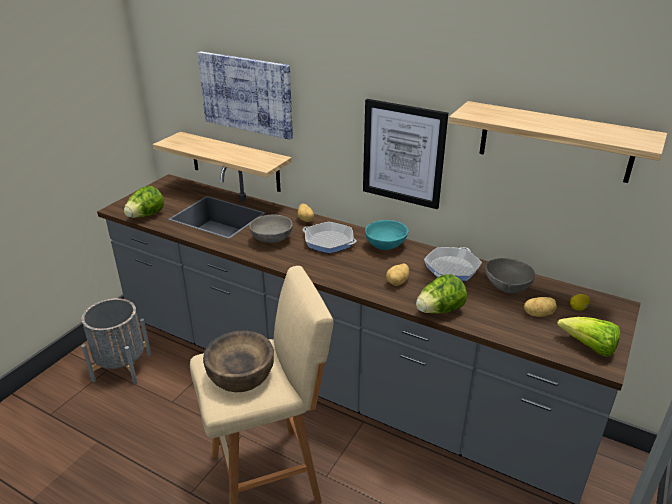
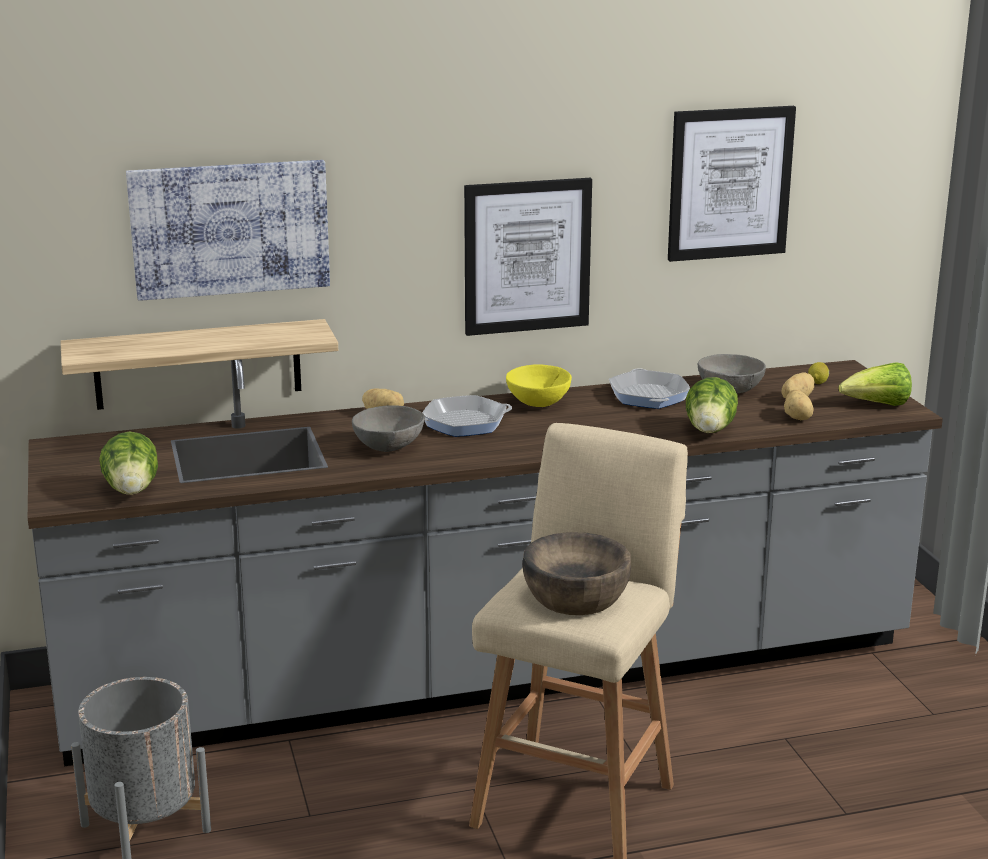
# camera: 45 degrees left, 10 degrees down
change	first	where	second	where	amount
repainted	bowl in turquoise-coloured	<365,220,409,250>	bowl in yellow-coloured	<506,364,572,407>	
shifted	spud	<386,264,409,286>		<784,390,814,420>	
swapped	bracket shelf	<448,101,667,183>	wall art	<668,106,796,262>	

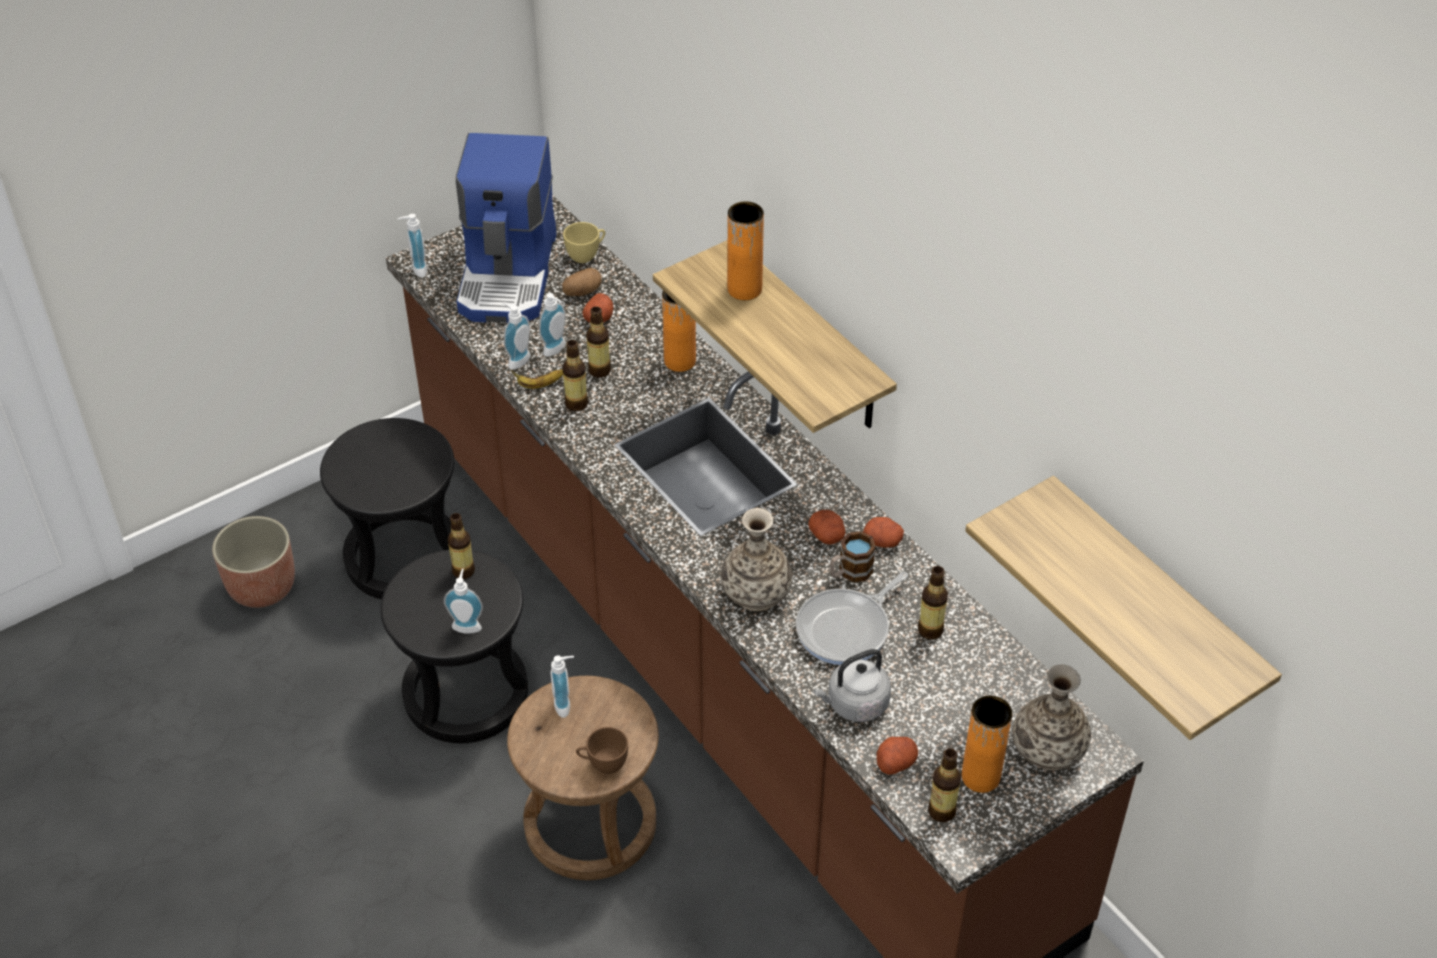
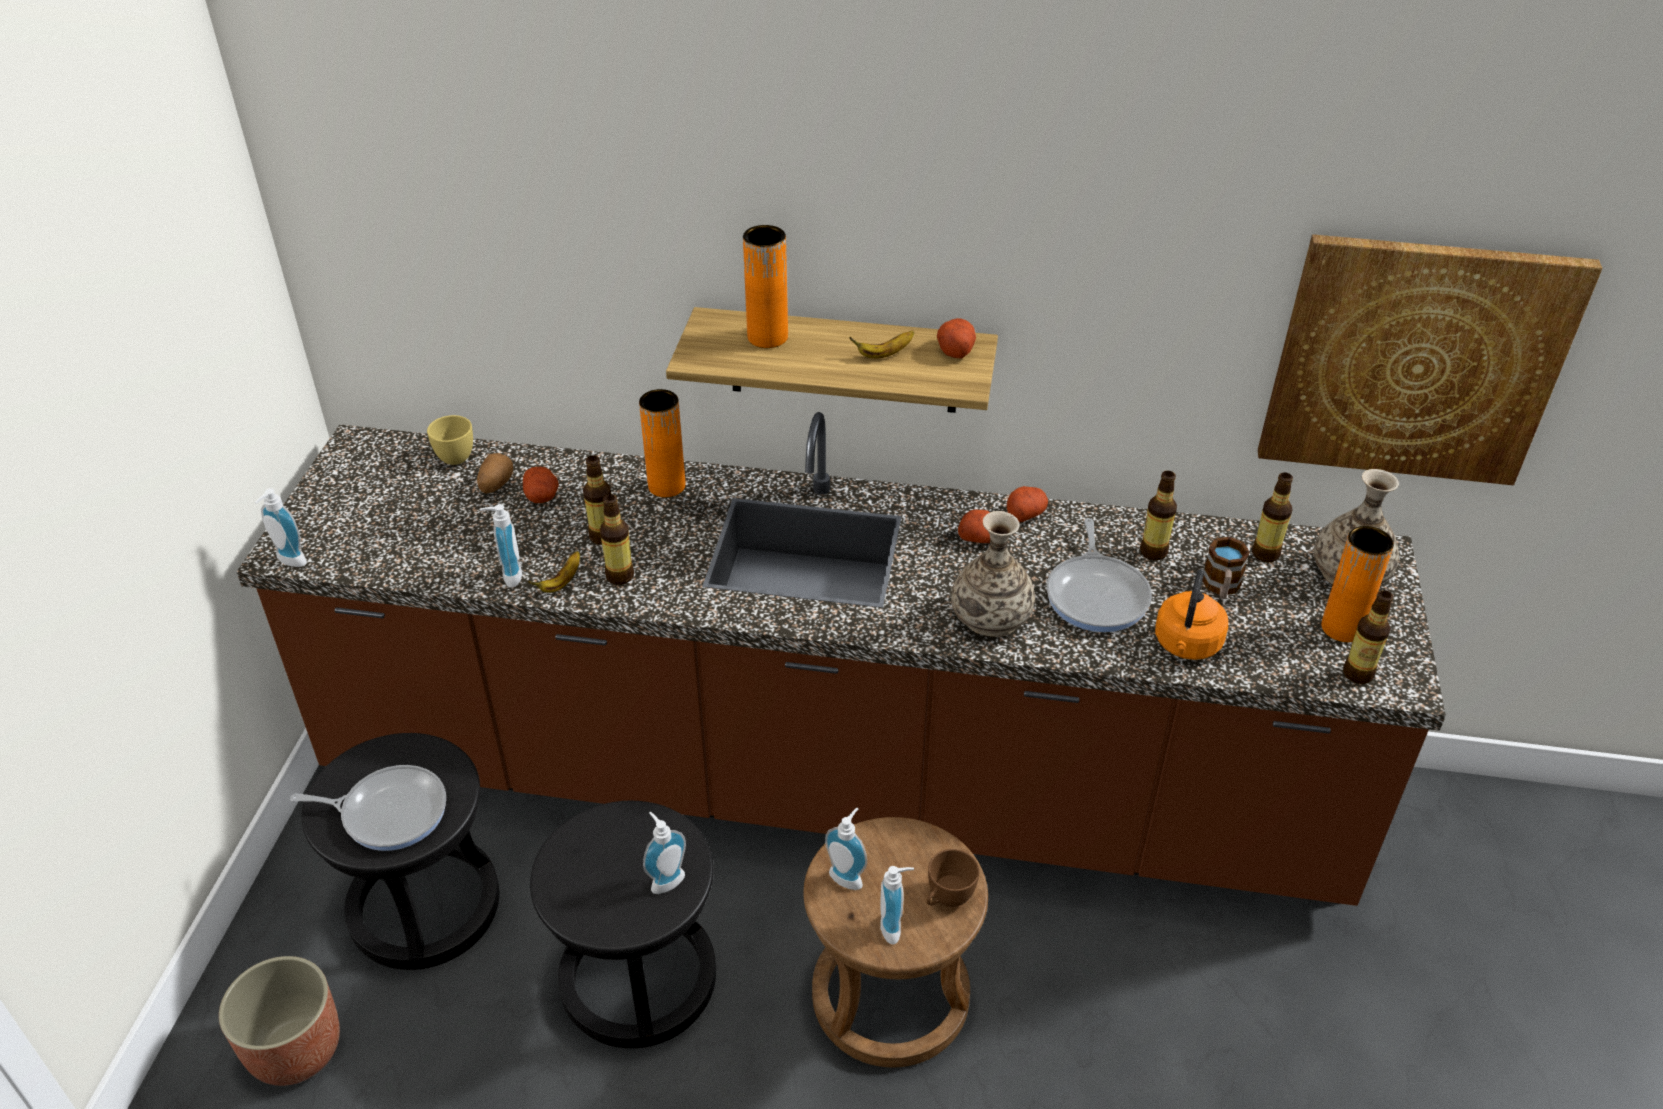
# camera: 45 degrees left, 5 degrees down
change	first	where	second	where	amount
shifted	beverage bottle	<448,513,475,579>		<1252,473,1293,562>	
gone	coffee maker	<456,133,557,323>			
shifted	liquid soap bottle	<539,293,566,357>		<880,866,914,945>	
repainted	kettle in greyish	<813,649,891,722>	kettle in orange	<1155,569,1228,660>	
shifted	mug	<830,531,876,582>		<1202,537,1250,599>	
shifted	spud	<876,737,918,775>		<937,318,976,358>	
swapped	bracket shelf	<965,476,1282,740>	wall art	<1258,234,1603,485>	
new			frying pan	<290,765,446,851>	
new			whole banana	<849,331,914,359>	

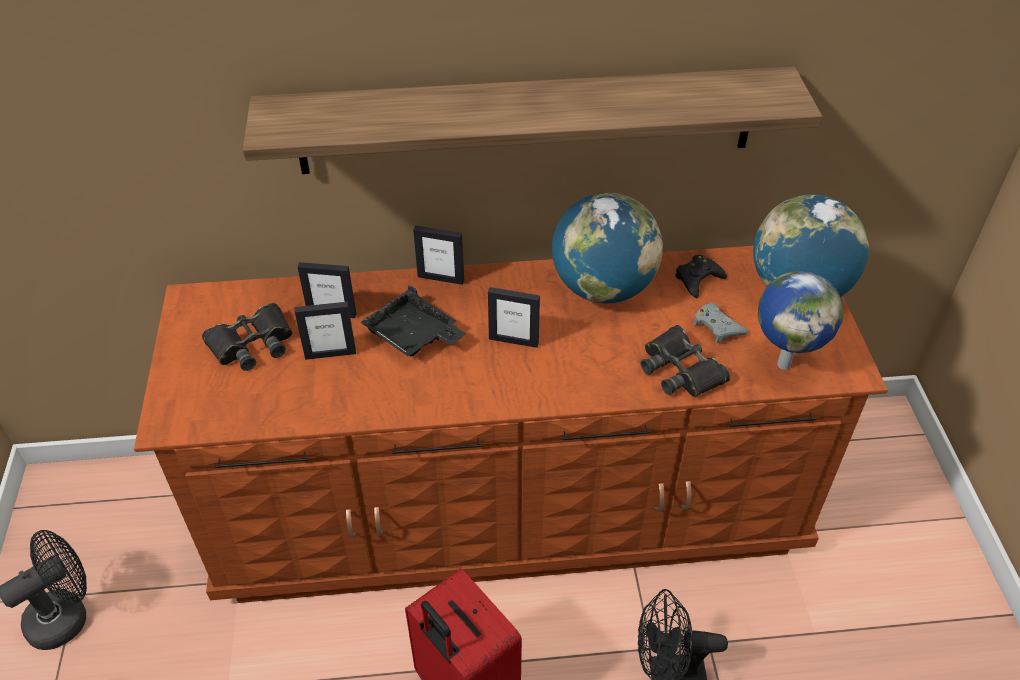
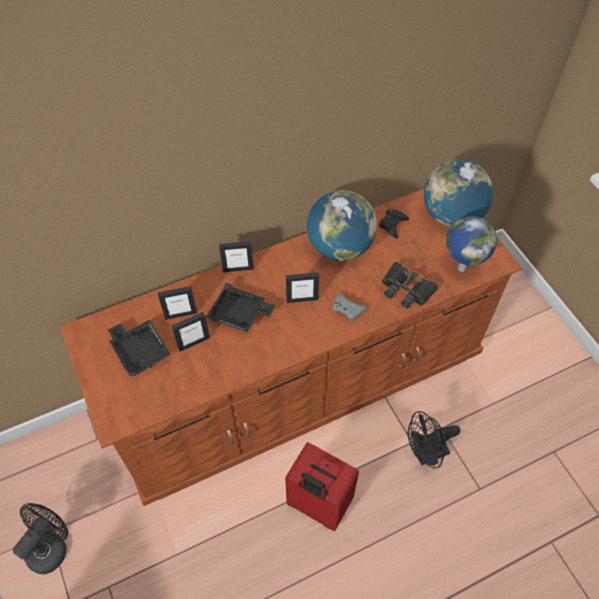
# camera: 20 degrees left, 10 degrees up
change	first	where	second	where	amount
swapped	field glasses in blackish	<202,303,292,371>	carrying tray in blackish	<108,320,171,376>	
gone	bracket shelf	<243,67,822,174>			
shifted	gamepad in greyish	<694,303,748,343>		<333,293,368,322>	

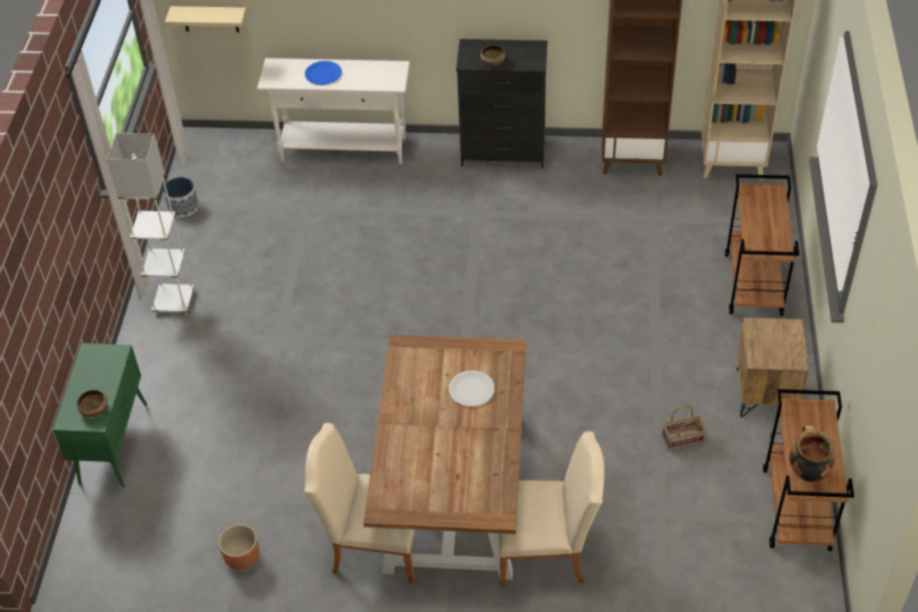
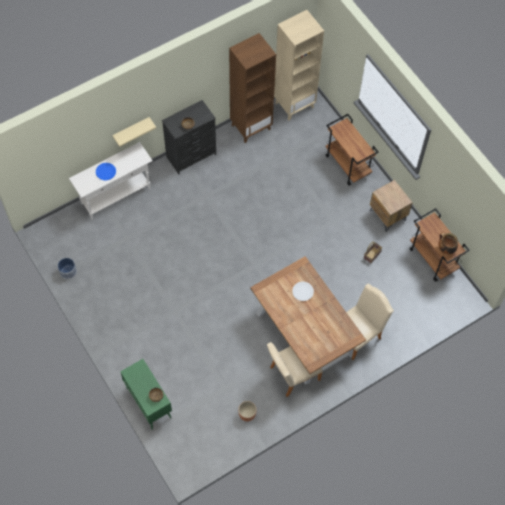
# camera: 40 degrees left, 15 degrees up
change	first	where	second	where	amount
gone	floor lamp in whitish	<107,133,194,315>			
shifted	bracket shelf in beige-coloured	<165,6,246,32>		<112,117,156,147>	

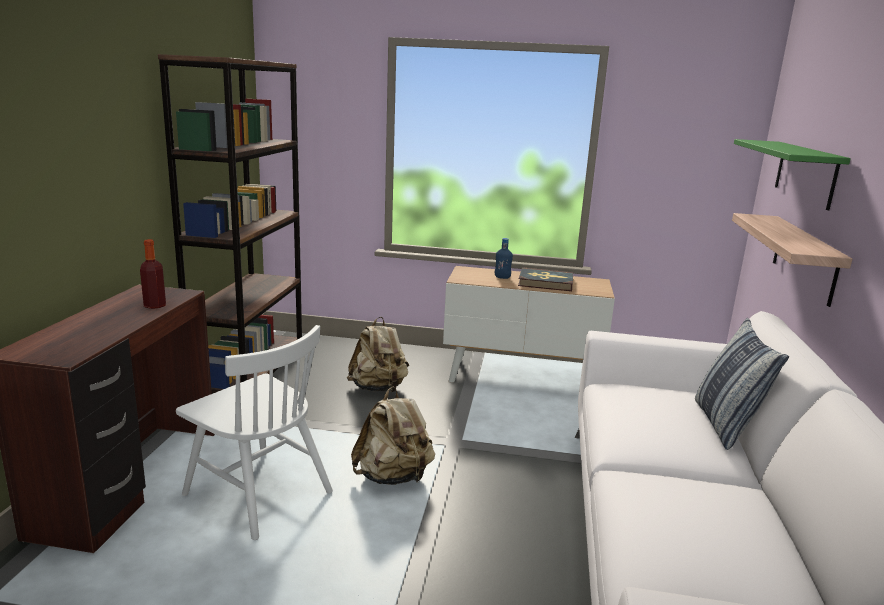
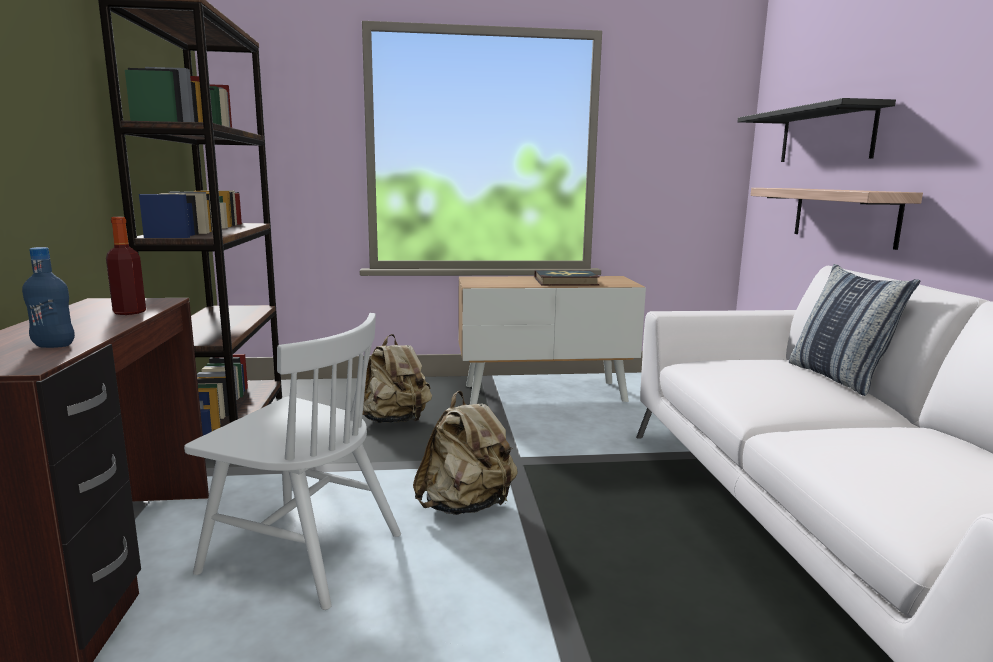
# camera: 15 degrees left, 5 degrees down
change	first	where	second	where	amount
shifted	beverage bottle in bluish	<495,238,513,279>		<22,247,75,348>	
repainted	bracket shelf in greenish	<734,139,851,210>	bracket shelf in blackish	<737,98,896,162>	

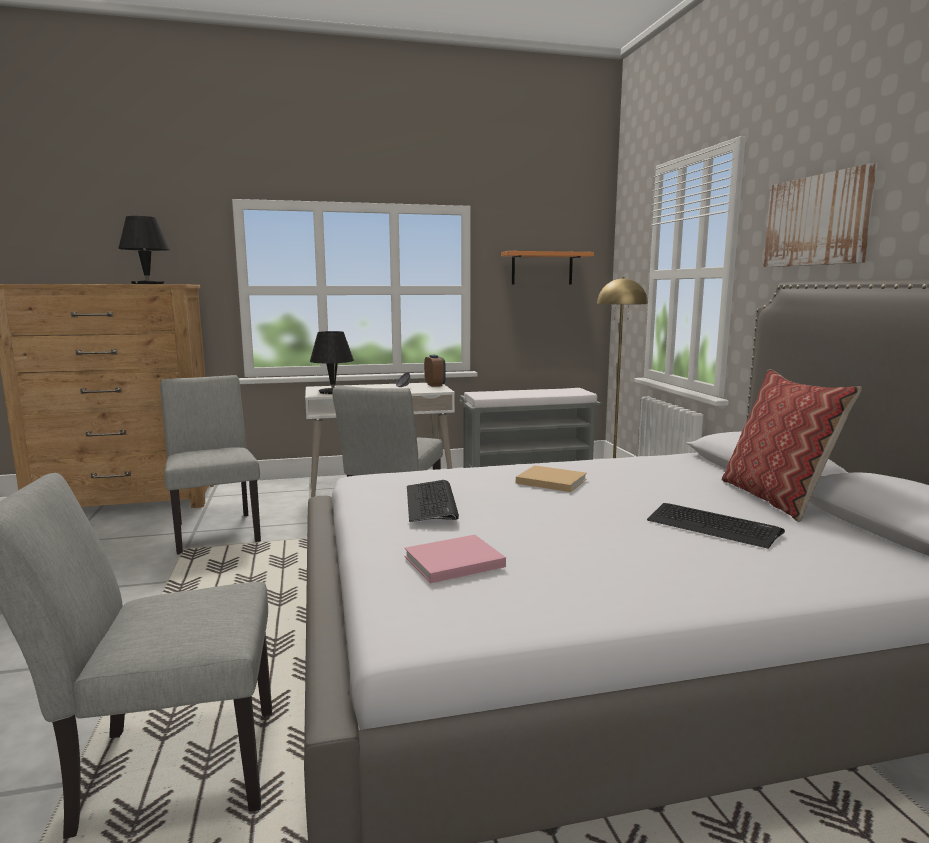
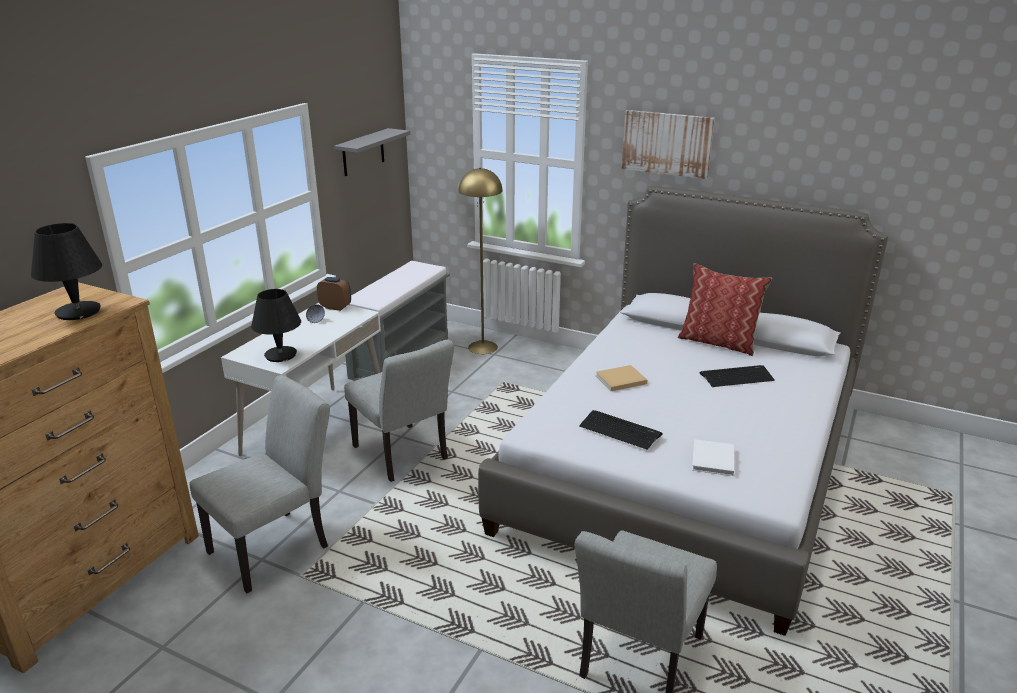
# camera: 50 degrees left, 15 degrees up
change	first	where	second	where	amount
rotated	chair in greyish	<160,375,261,555>		<190,375,330,594>	120 degrees clockwise
repainted	volume in pinkish	<404,535,506,583>	volume in whitish	<692,439,734,476>	
repainted	bracket shelf in orange	<501,251,594,285>	bracket shelf in greyish	<334,128,410,176>	

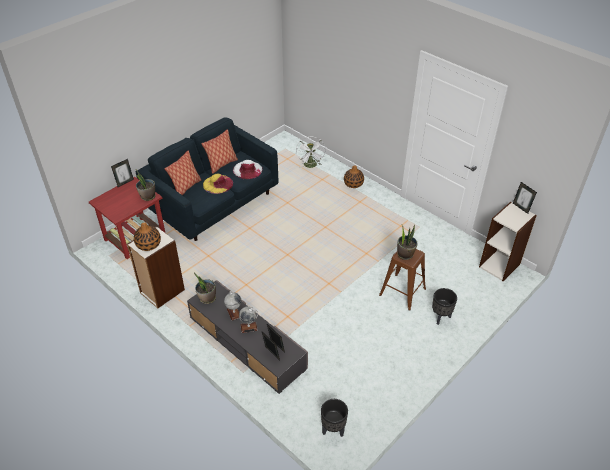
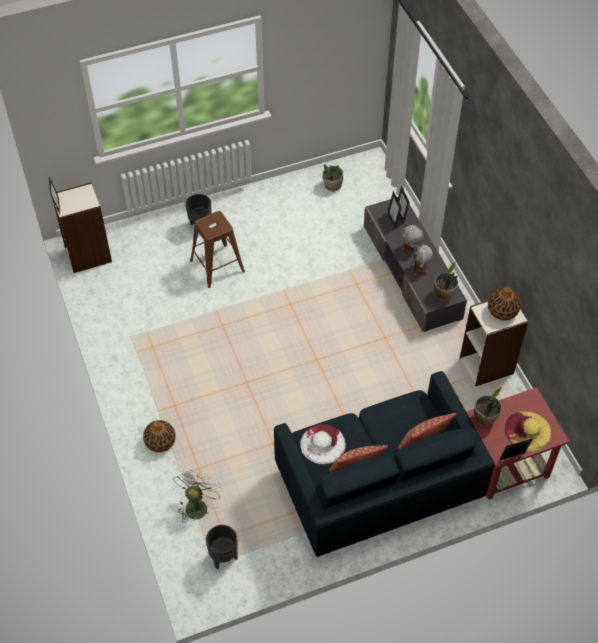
# camera: 155 degrees left, 10 degrees up
change	first	where	second	where	amount
shifted	wearable hat in yellow-coloured	<203,174,233,194>		<504,411,551,451>	
shifted	flower pot in blackish	<321,399,348,437>		<206,525,237,569>	
shifted	plant in a pot	<397,224,418,260>		<323,164,343,191>	

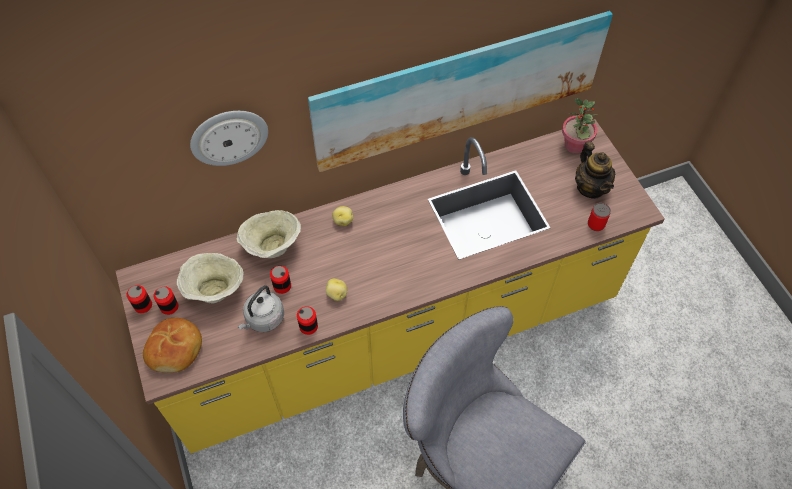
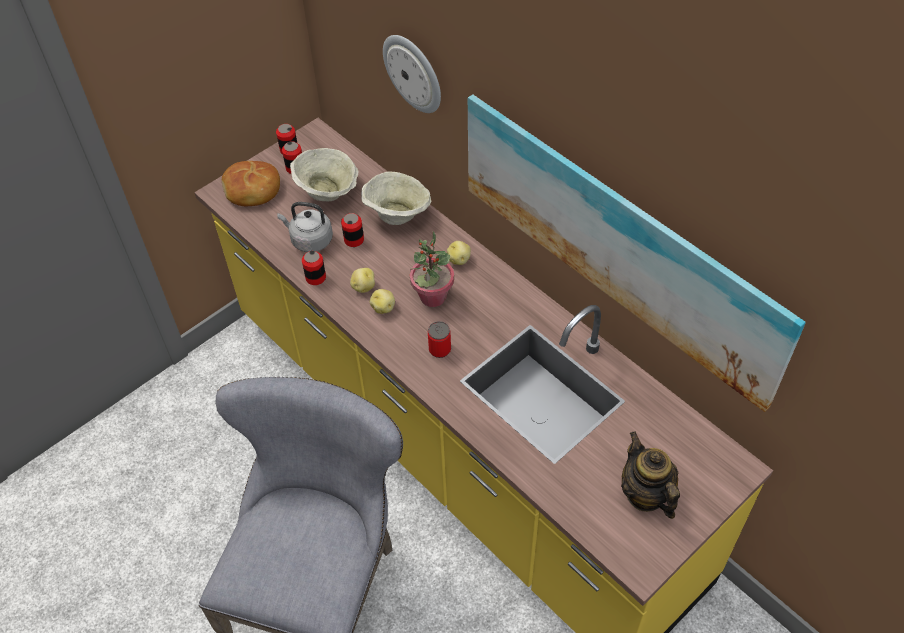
# camera: 70 degrees right, 5 degrees down
change	first	where	second	where	amount
shifted	plant in a pot	<562,98,597,154>		<410,231,454,307>	
rotated	teapot	<575,142,615,199>		<621,432,680,519>	105 degrees clockwise
shifted	sealed can	<588,203,611,231>		<428,321,451,358>	
new			spud	<370,289,395,314>	

